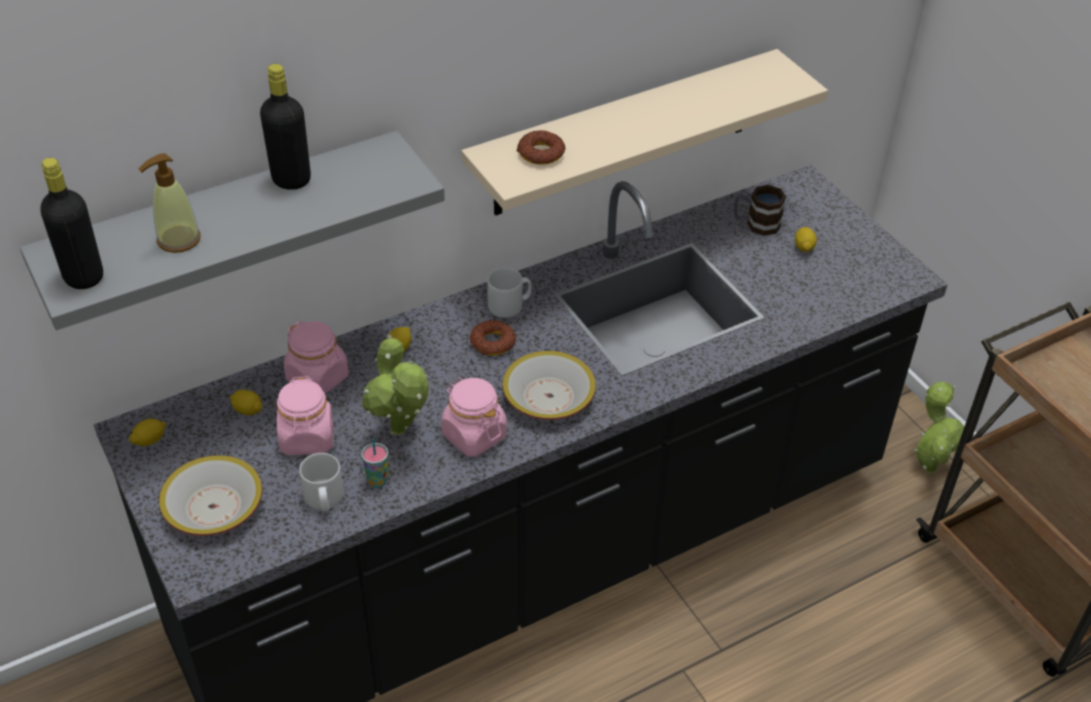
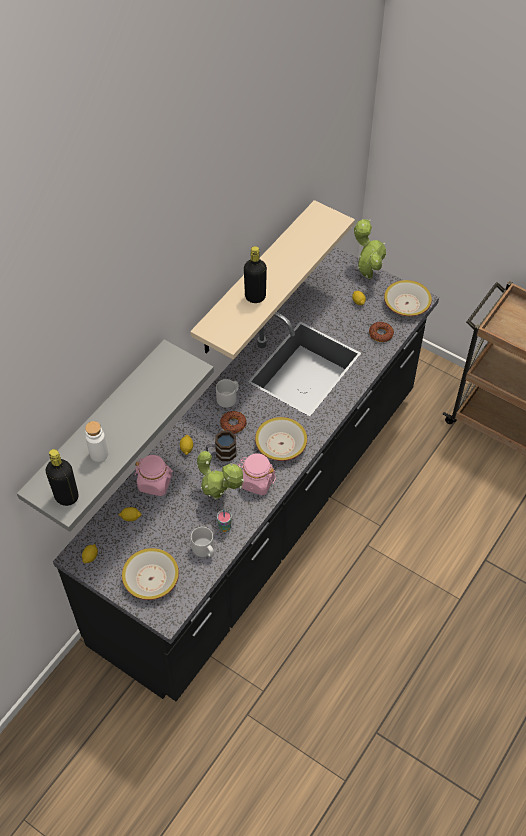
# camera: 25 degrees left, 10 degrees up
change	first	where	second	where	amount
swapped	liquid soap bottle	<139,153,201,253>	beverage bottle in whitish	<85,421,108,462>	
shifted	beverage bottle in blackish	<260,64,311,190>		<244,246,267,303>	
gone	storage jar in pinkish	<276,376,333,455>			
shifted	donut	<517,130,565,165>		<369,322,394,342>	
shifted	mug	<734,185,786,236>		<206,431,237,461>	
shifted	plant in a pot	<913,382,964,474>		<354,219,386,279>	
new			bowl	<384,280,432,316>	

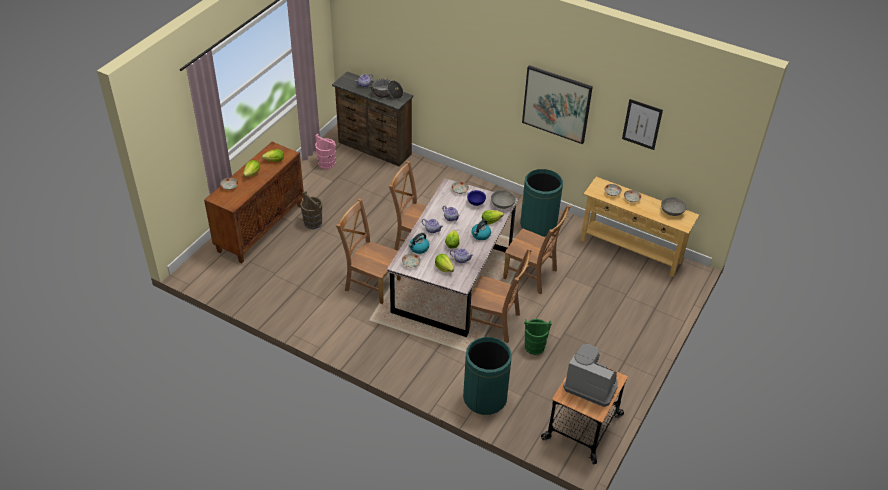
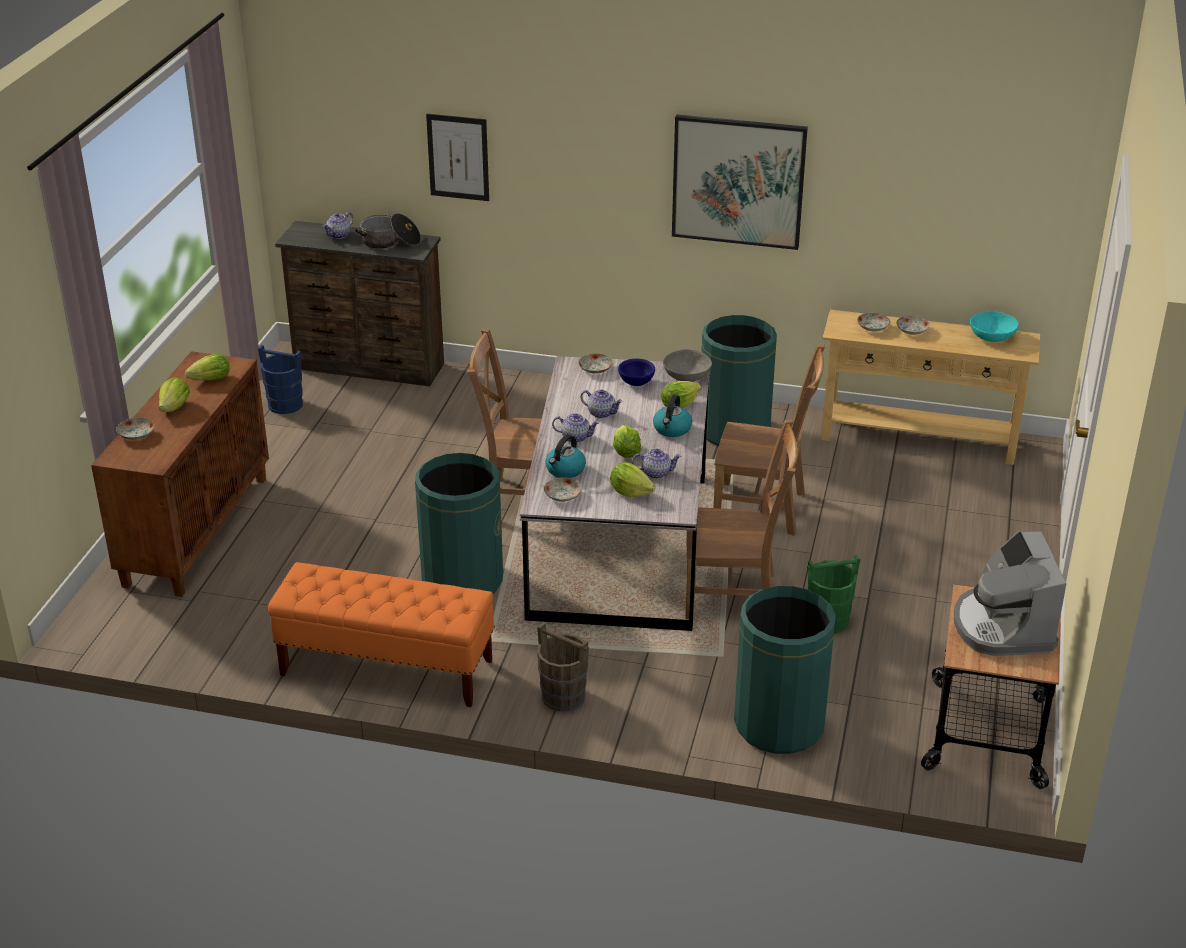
# camera: 15 degrees left, 10 degrees down
change	first	where	second	where	amount
shifted	water bucket in brownish	<300,191,322,229>		<537,622,589,712>	
repainted	water bucket in pinkish	<315,134,336,169>	water bucket in bluish	<258,345,303,414>	
swapped	chair in brownish	<336,198,401,304>	rubbish bin in greenish	<415,453,503,593>	
rotated	coffee maker	<563,344,618,407>		<954,531,1067,656>	105 degrees counterclockwise
shifted	wall art	<622,99,663,150>		<426,114,489,201>	
repainted	bowl in greyish	<661,197,687,216>	bowl in turquoise-coloured	<970,311,1019,342>	
new			bench in orange	<268,562,495,707>	

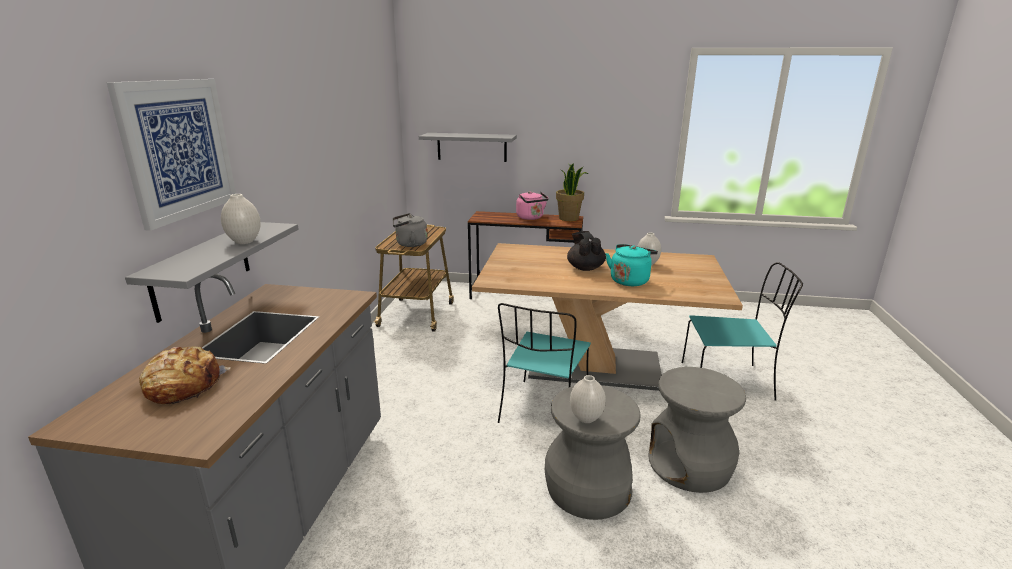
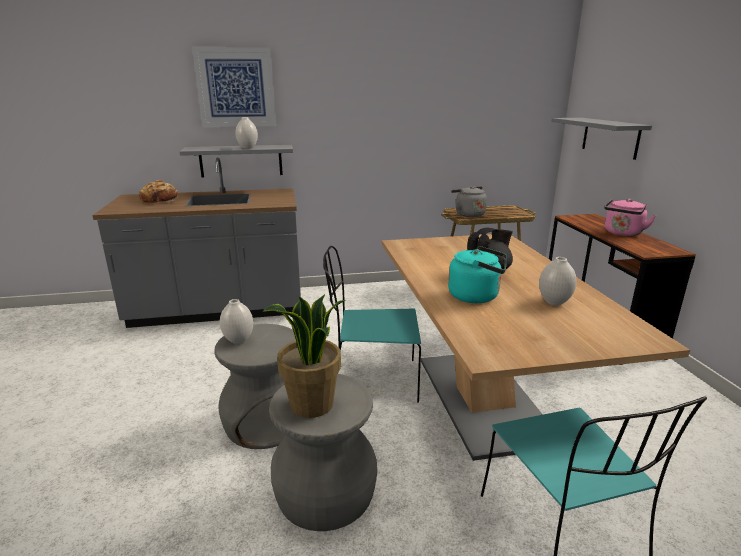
# camera: 70 degrees right, 0 degrees up
change	first	where	second	where	amount
shifted	plant in a pot	<556,163,588,221>		<263,294,346,418>	

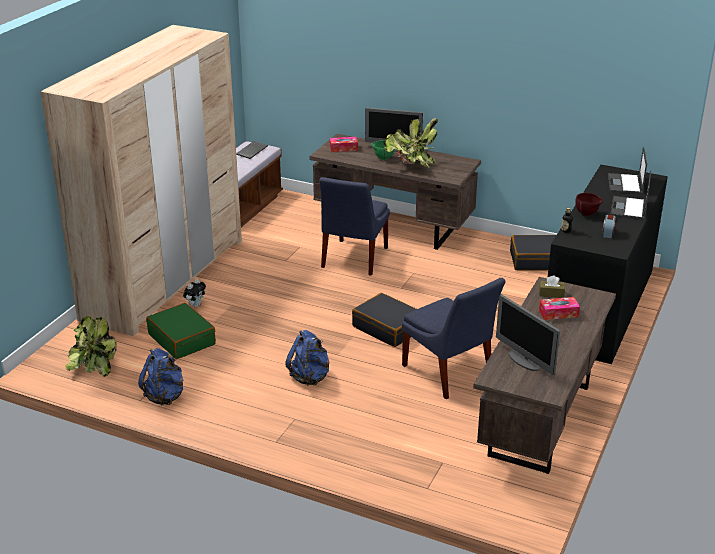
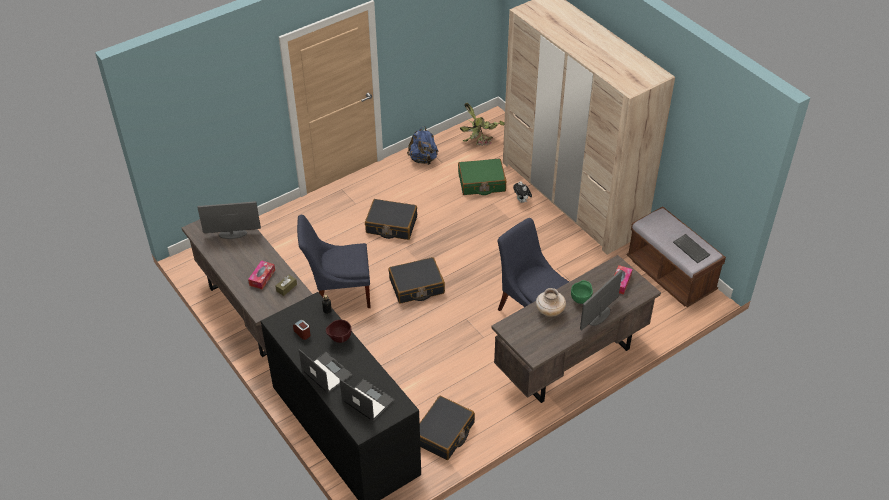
# camera: 120 degrees right, 15 degrees up
change	first	where	second	where	amount
swapped	backpack in bluish	<286,330,330,386>	travel case in blackish	<365,199,417,240>	
swapped	plant in a pot	<383,118,438,168>	vase in beige-coloured	<536,288,566,317>	

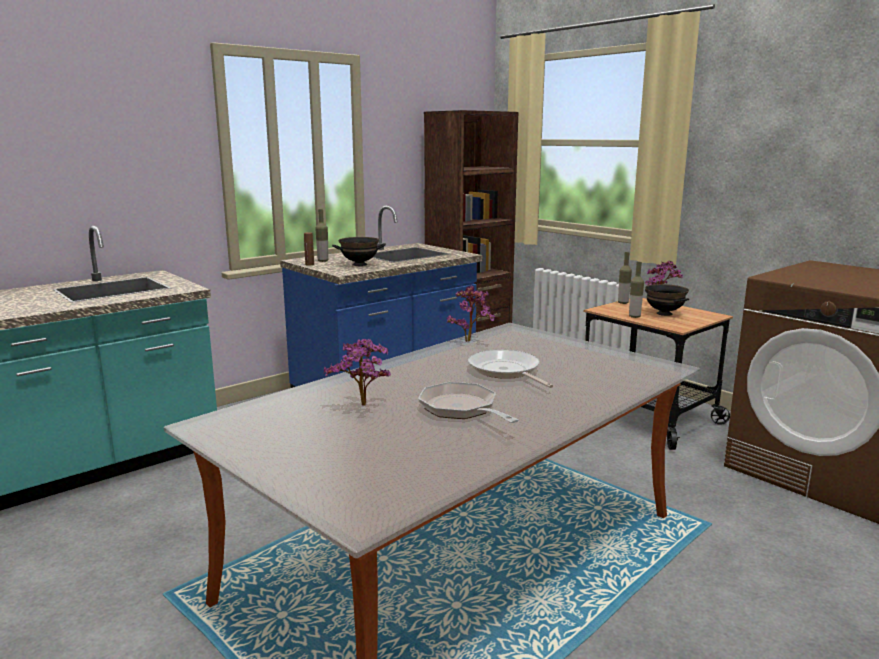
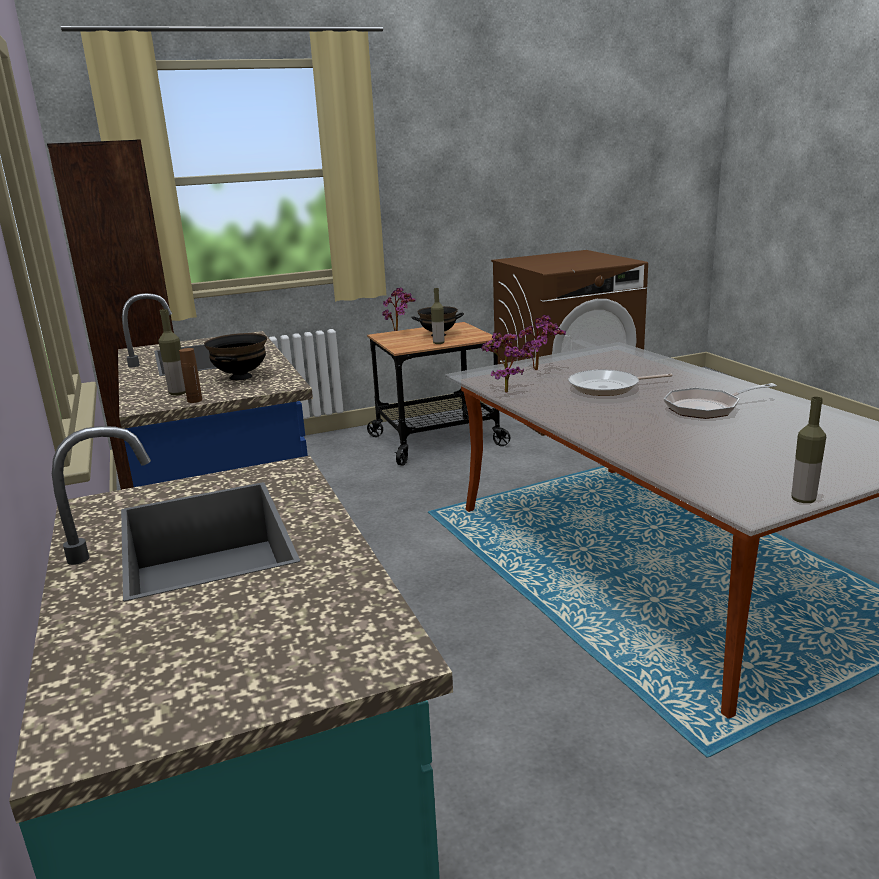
# camera: 70 degrees left, 5 degrees up
change	first	where	second	where	amount
shifted	plant in a pot	<324,339,391,406>		<519,315,566,370>	
shifted	beverage bottle	<618,252,632,304>		<791,397,826,503>	

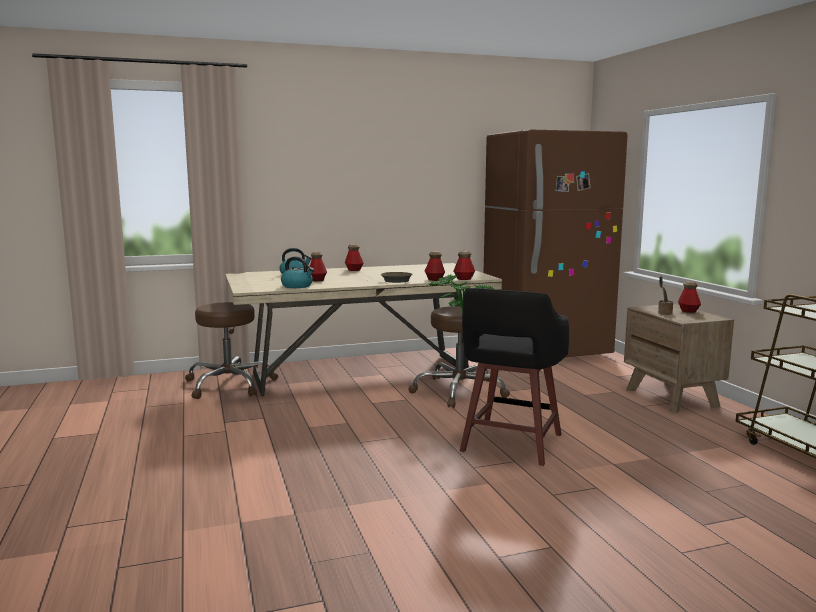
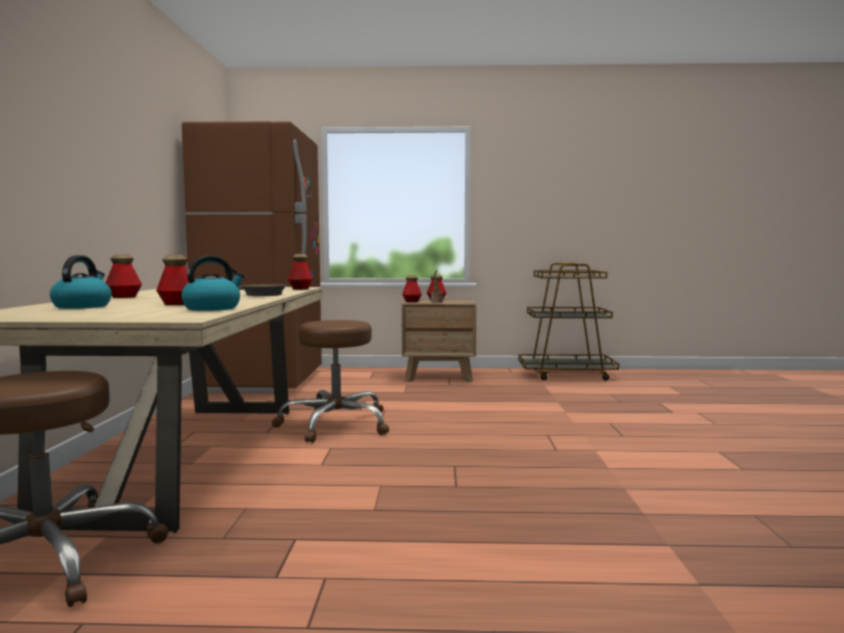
# camera: 70 degrees left, 5 degrees down
change	first	where	second	where	amount
shifted	beverage bottle	<425,251,445,281>		<402,276,422,302>	
gone	plant in a pot	<429,274,495,312>			
gone	stool in blackish	<460,288,569,466>			

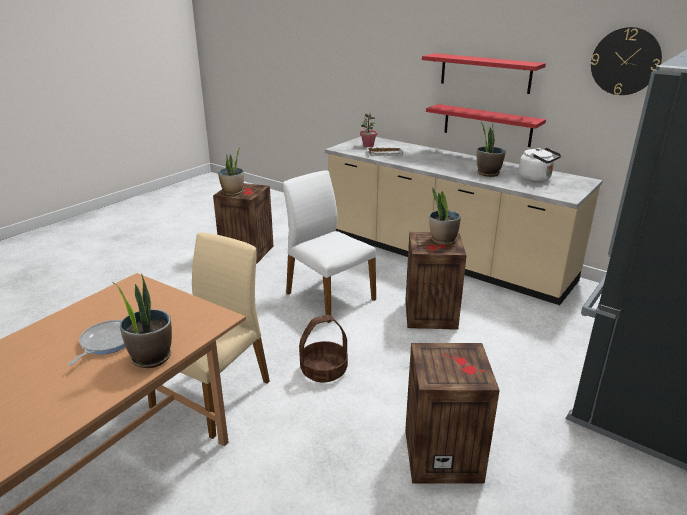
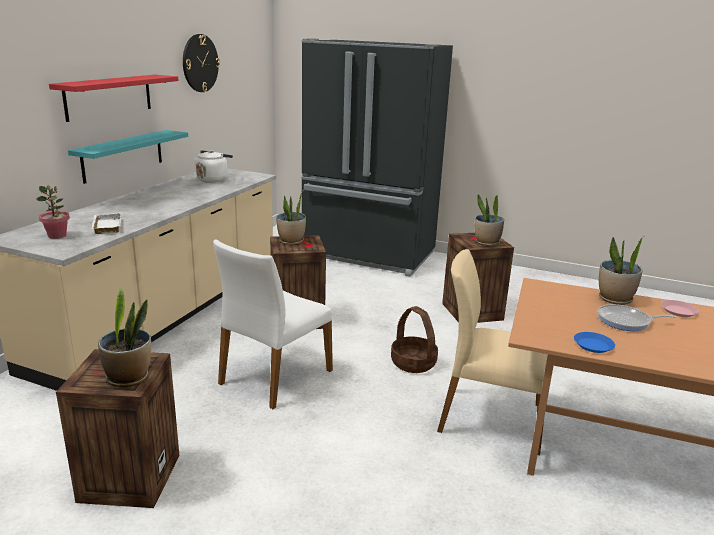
# camera: 105 degrees left, 5 degrees down
change	first	where	second	where	amount
repainted	bracket shelf in reddish	<426,104,546,147>	bracket shelf in turquoise-coloured	<68,130,188,184>	
shifted	plant in a pot	<477,124,506,177>		<475,194,504,246>	
new			plate in bluish	<574,332,615,353>	
new			plate in pinkish	<661,300,699,317>	

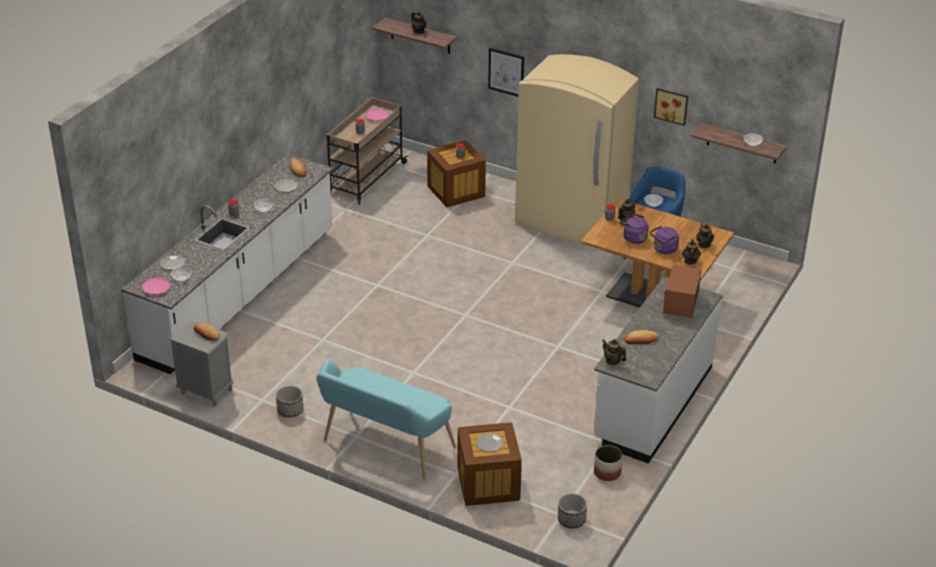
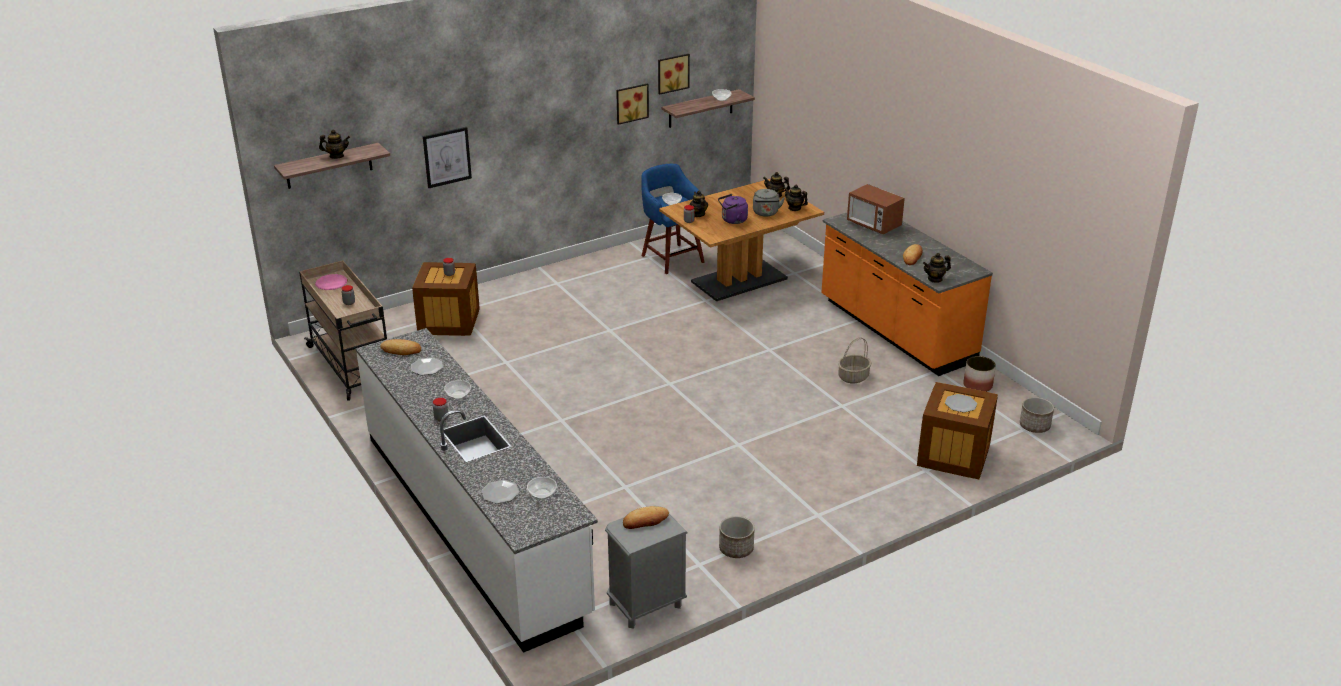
# camera: 60 degrees left, 5 degrees down
change	first	where	second	where	amount
gone	plate in pinkish	<142,277,171,295>			
gone	bench in turquoise-coloured	<316,360,456,480>			
gone	fridge in beige-coloured	<515,54,639,244>			
repainted	kitchen base unit in whitish	<594,277,723,464>	kitchen base unit in orange	<821,213,993,376>	
repainted	kettle in purple	<650,226,679,254>	kettle in greyish	<753,189,785,217>	
new			wall art	<658,54,690,95>	
new			basket	<838,337,872,384>	

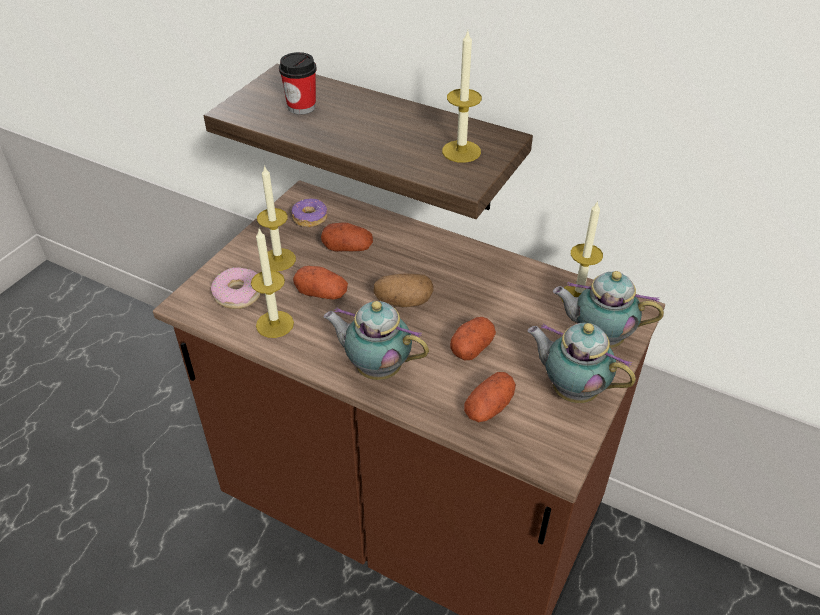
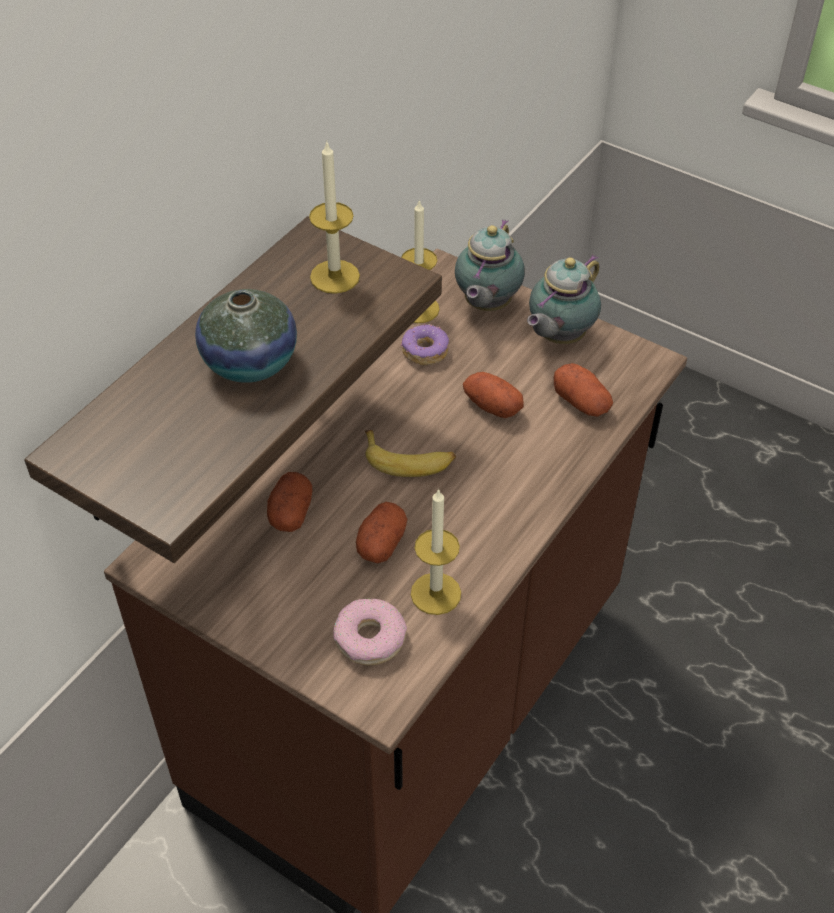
# camera: 85 degrees left, 5 degrees up
change	first	where	second	where	amount
gone	candle	<257,165,296,271>			
gone	drinking cup	<279,52,317,115>			
shifted	donut	<292,199,327,227>		<401,323,449,365>	
gone	teapot	<323,301,429,380>			
swapped	spud	<373,274,434,307>	whole banana	<365,430,456,477>	
new			vase	<195,289,297,383>	

